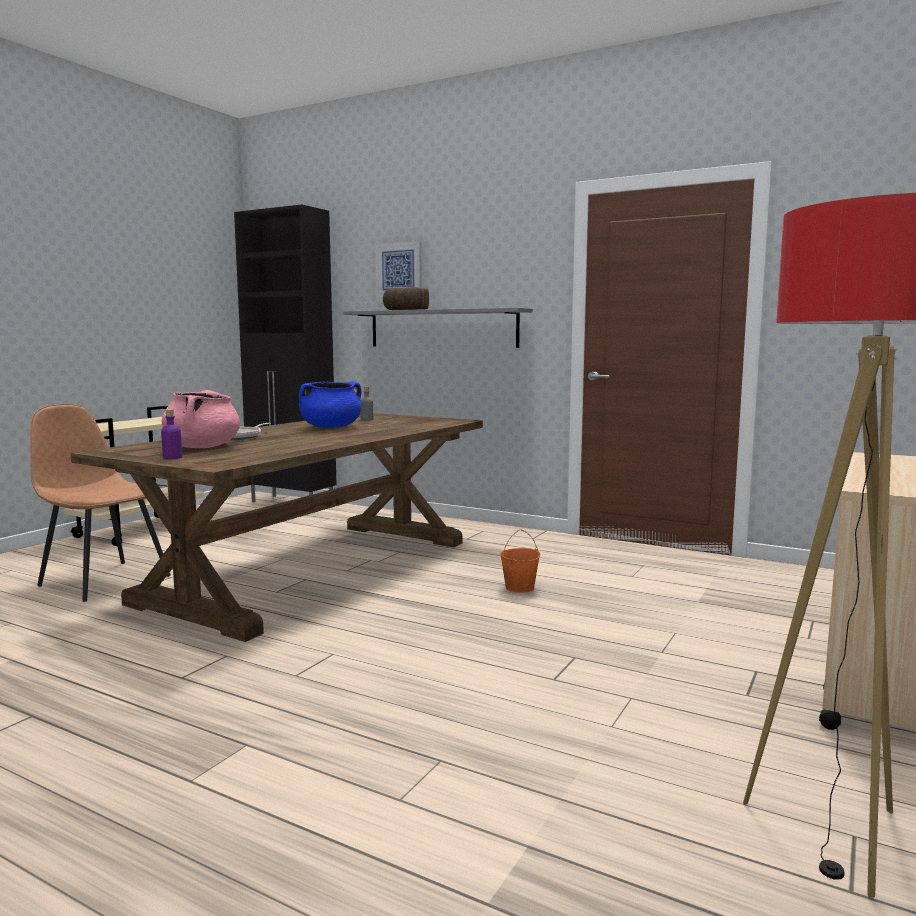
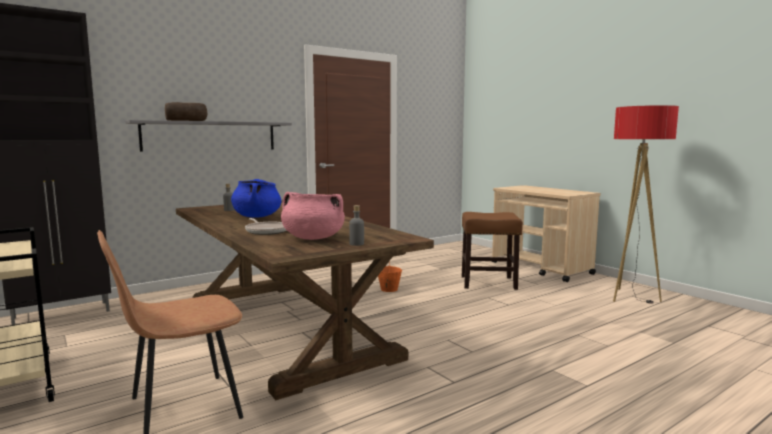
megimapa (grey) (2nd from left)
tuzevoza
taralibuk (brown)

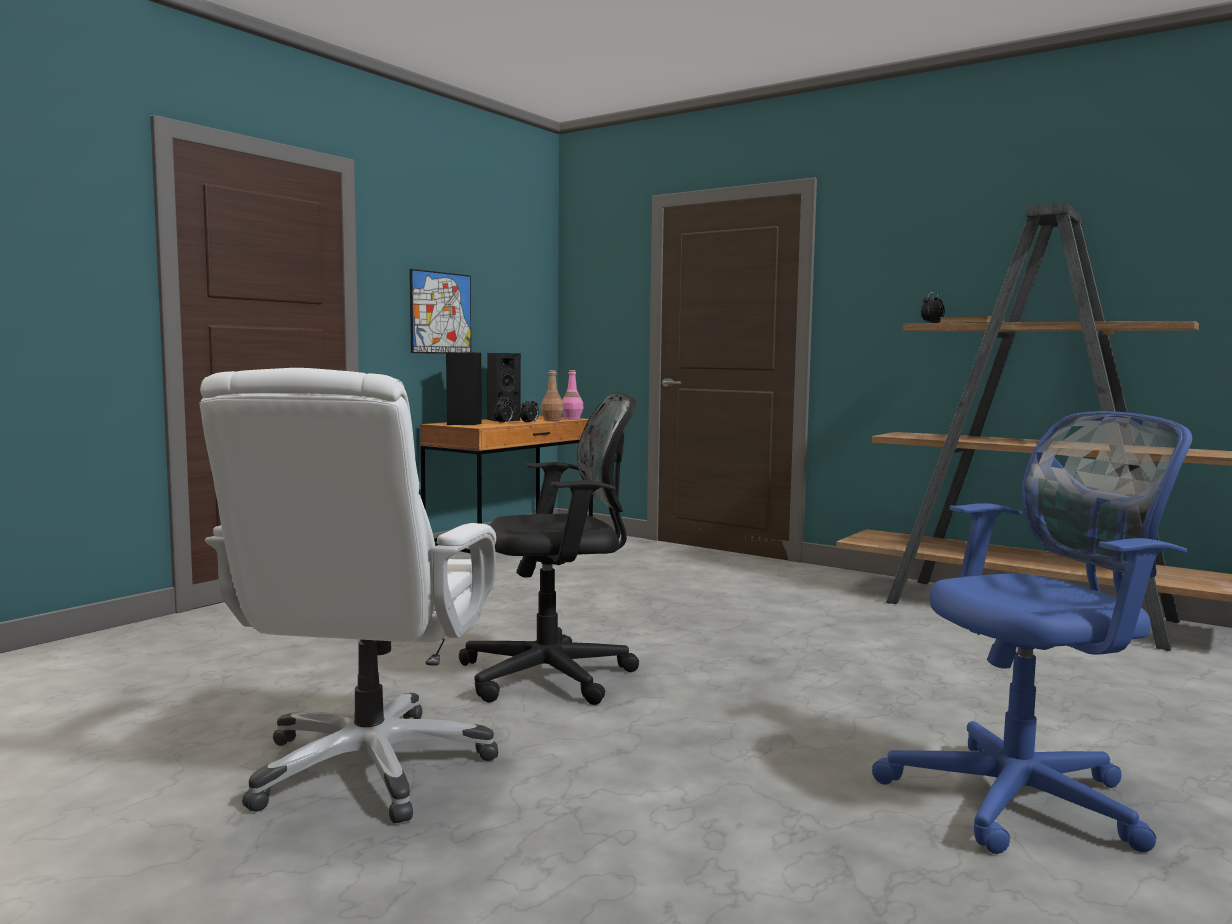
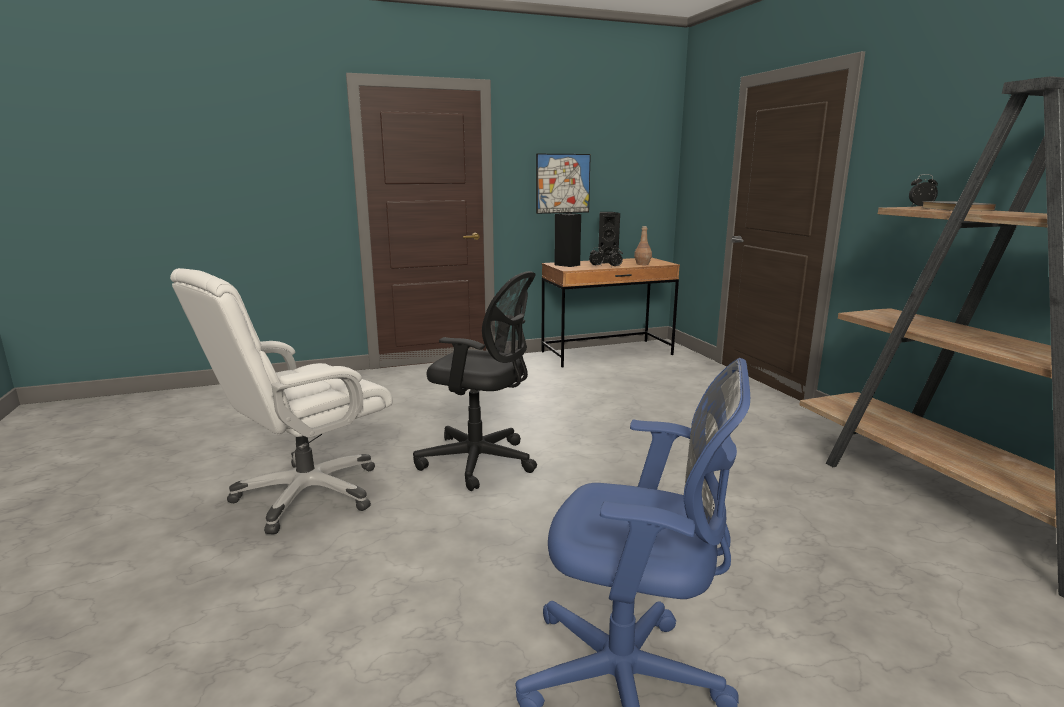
megimapa (pink)

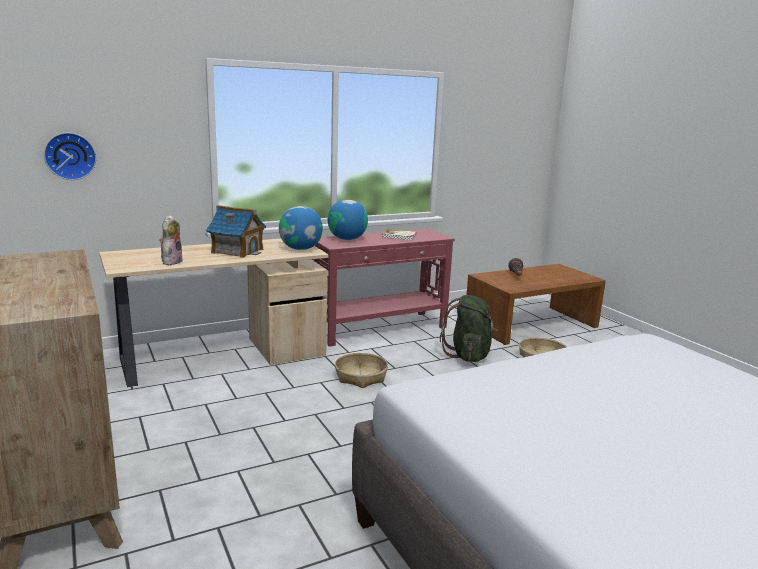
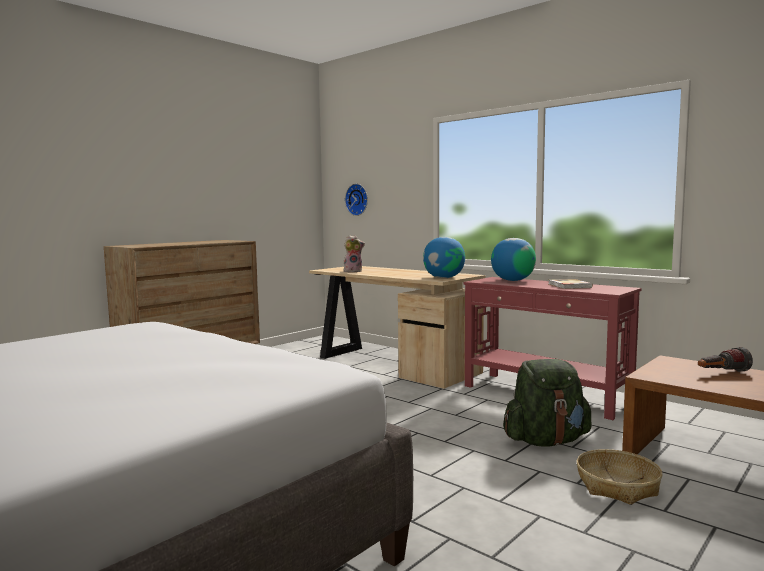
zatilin
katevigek (1st from left in the first image)

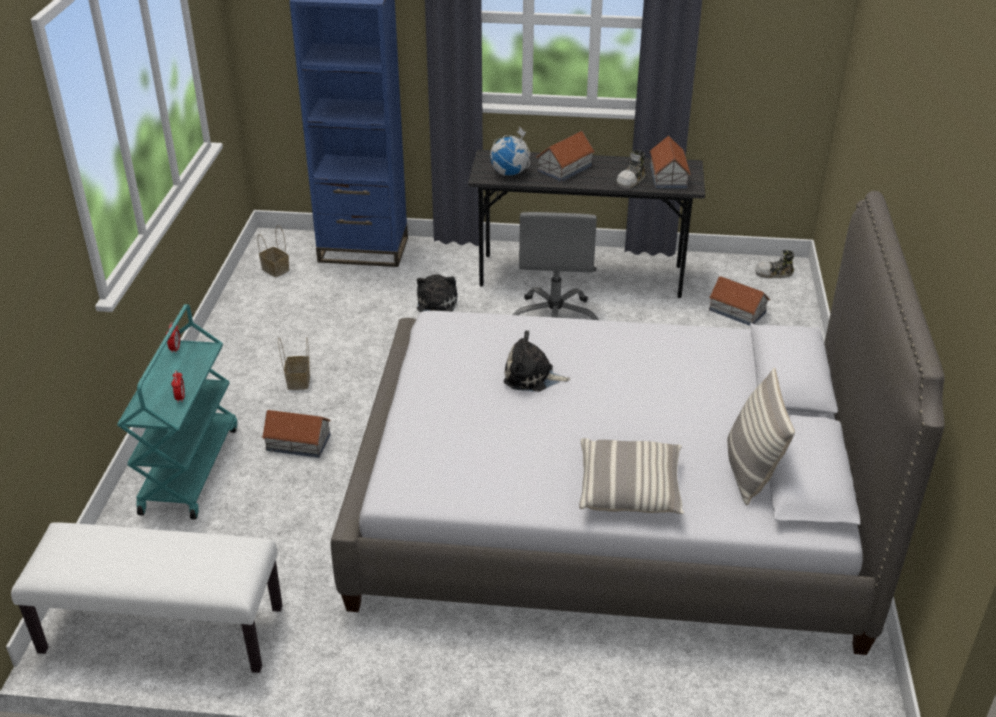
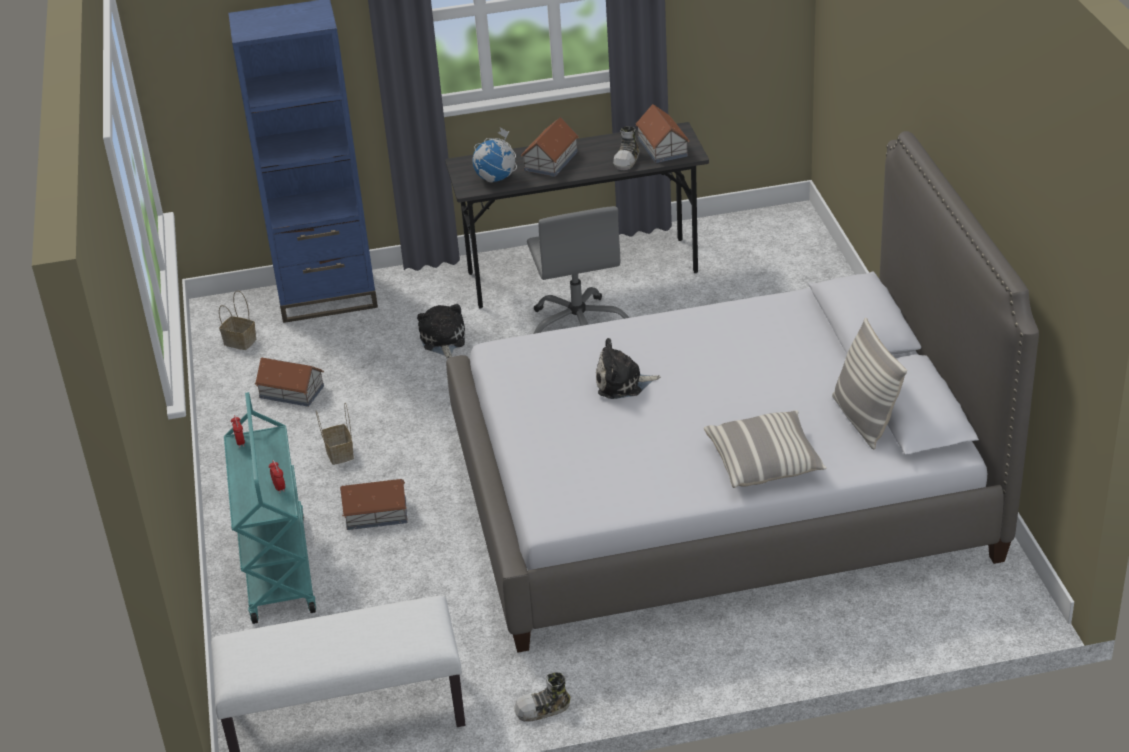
zatilin (1st from left)
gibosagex (1st from left)

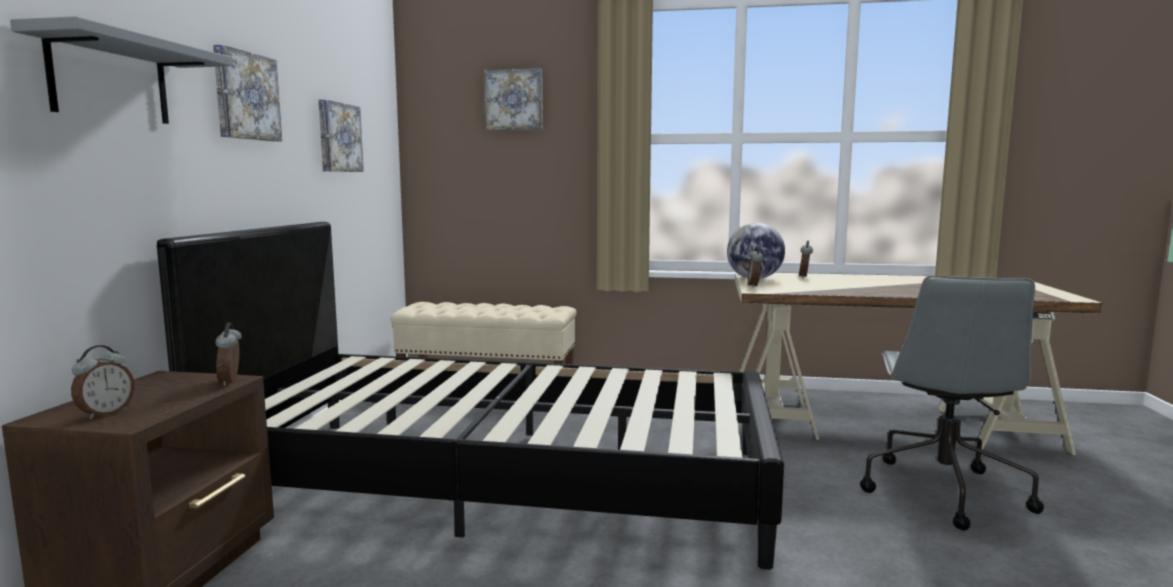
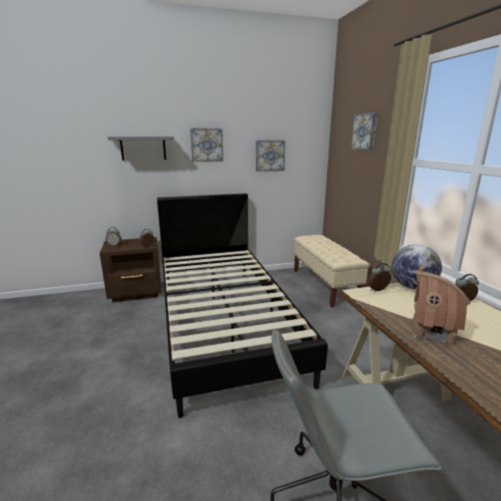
zatilin

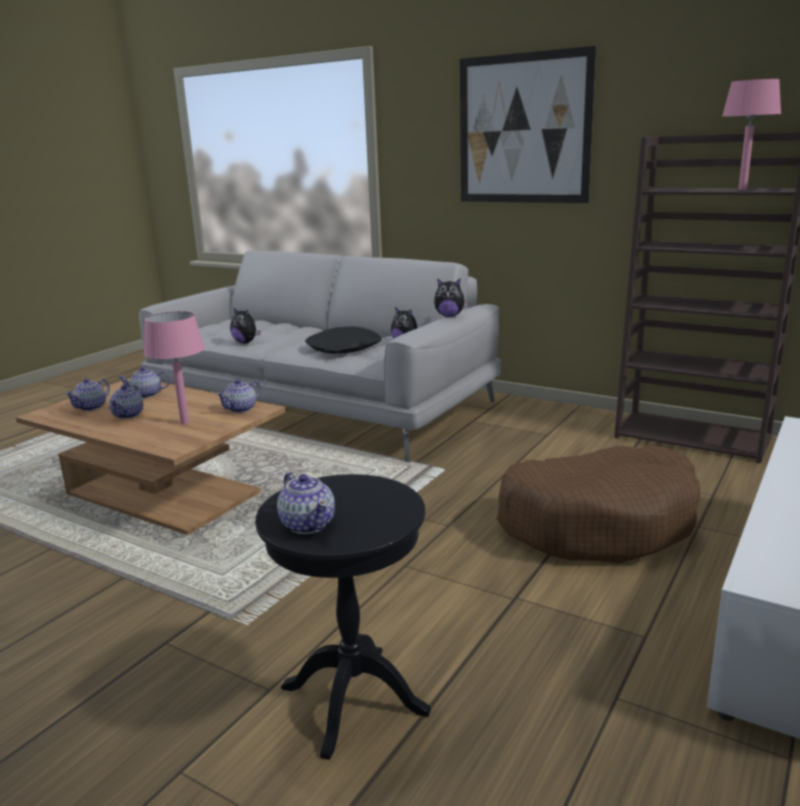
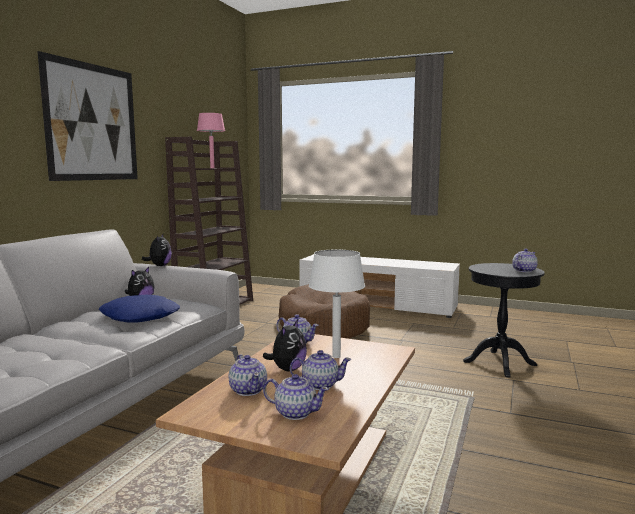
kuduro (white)
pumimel (3rd from left)
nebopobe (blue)

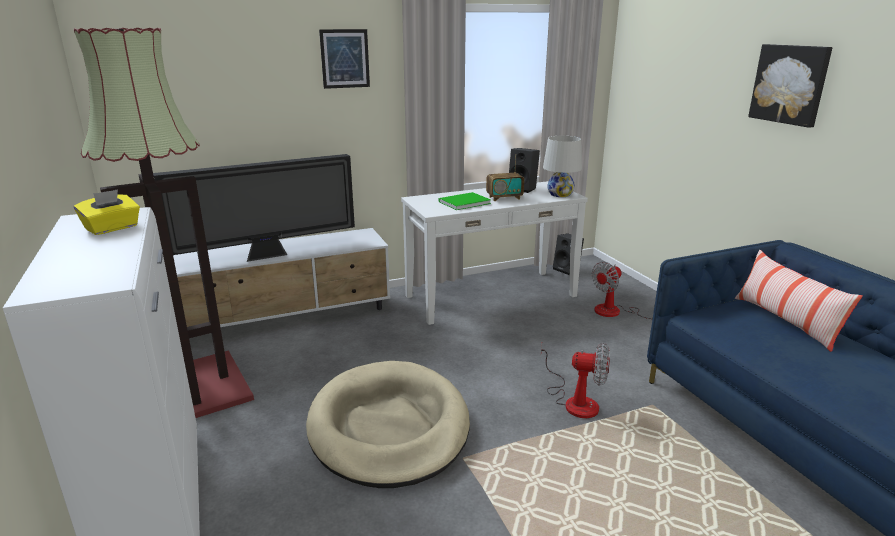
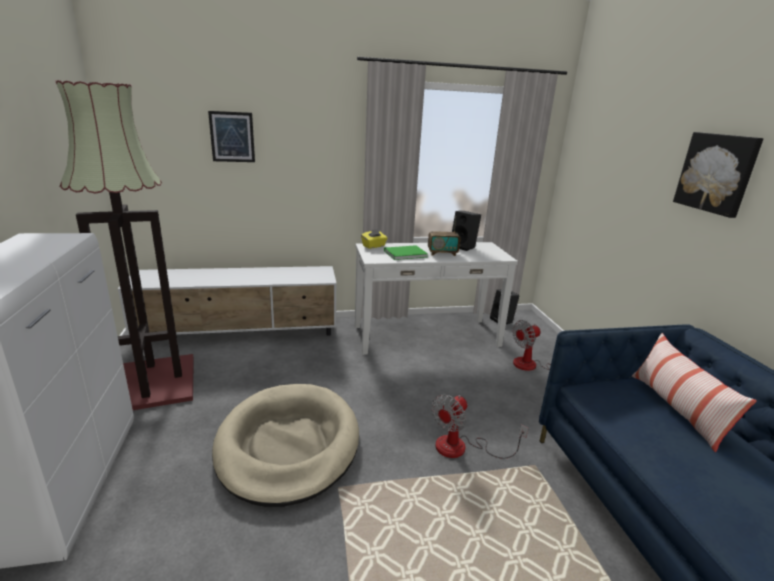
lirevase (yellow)
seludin
tuzevoza (1st from left)
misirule (1st from left)
kuduro (white)

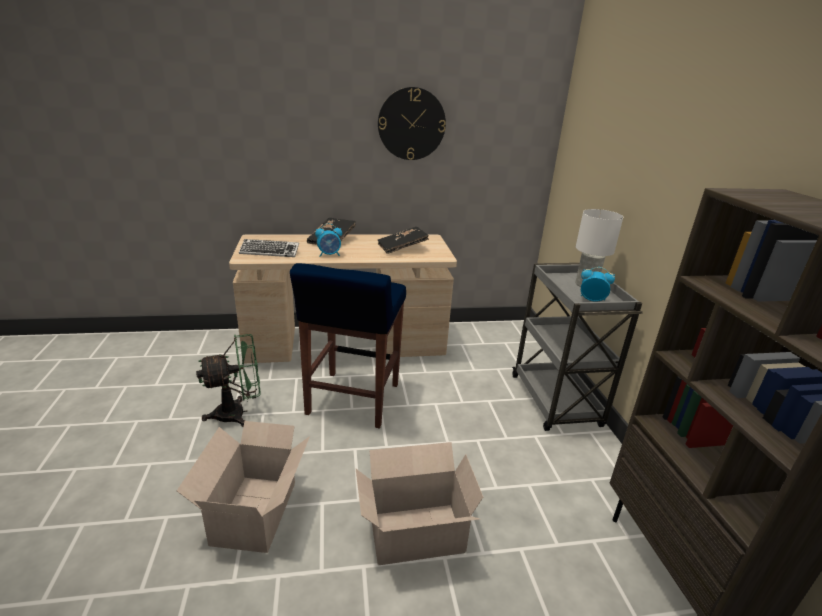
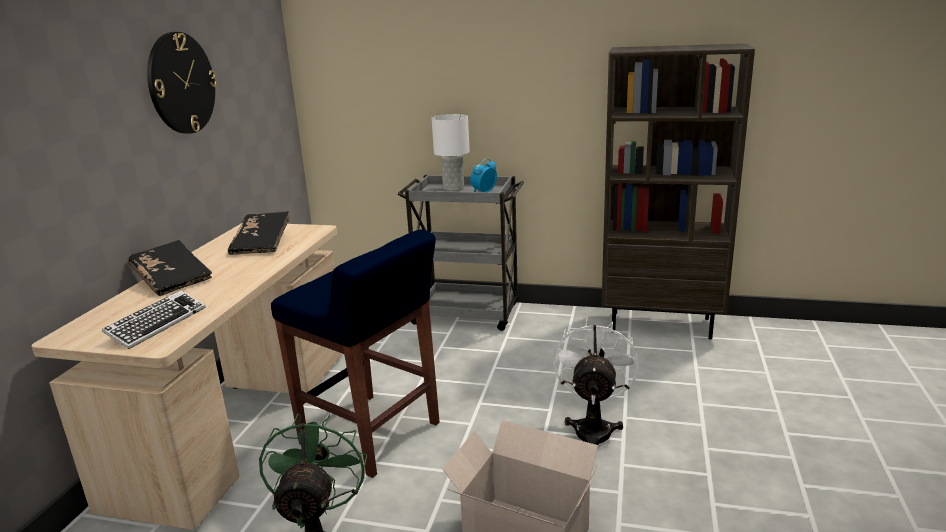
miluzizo (1st from left in the first image)
misirule (white)

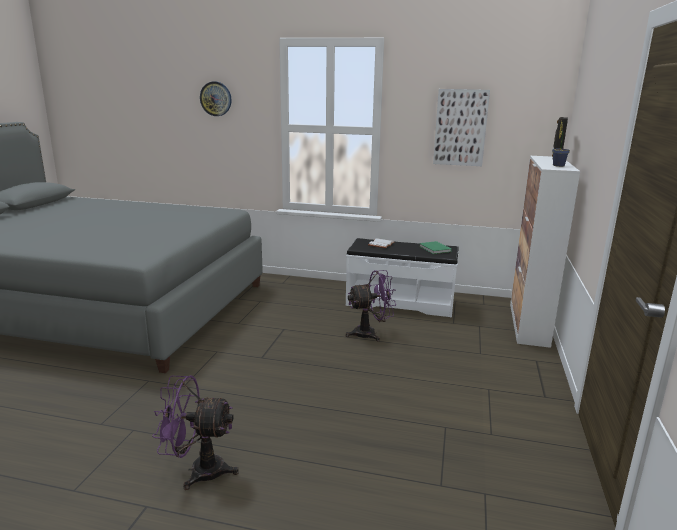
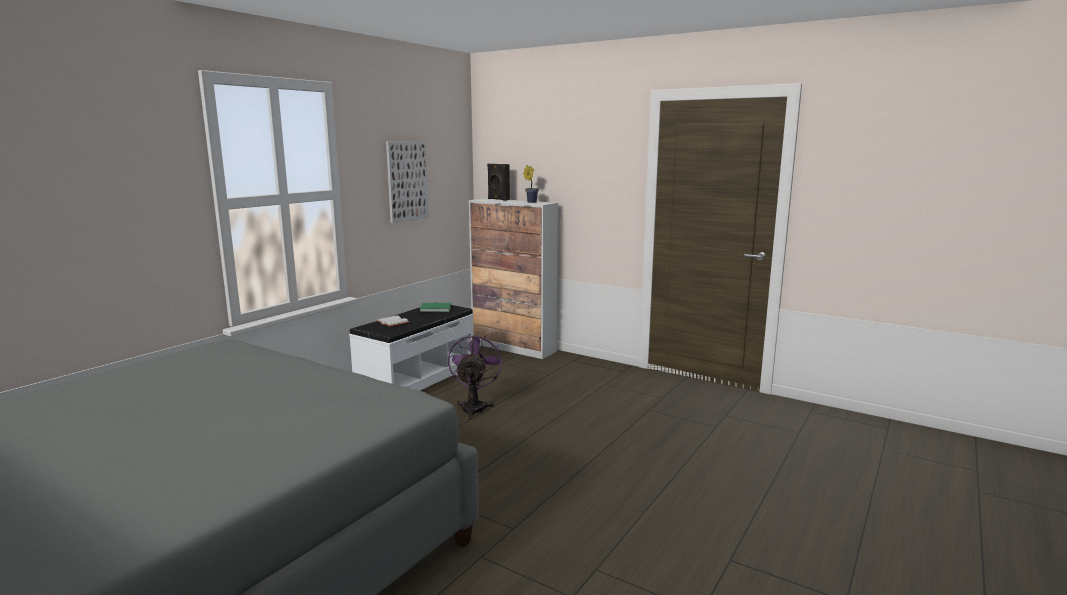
misirule (purple) (1st from left in the first image)
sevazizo

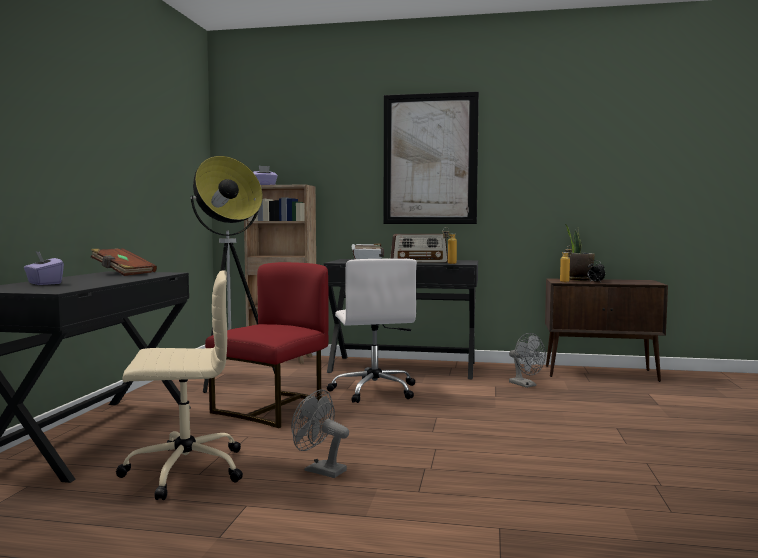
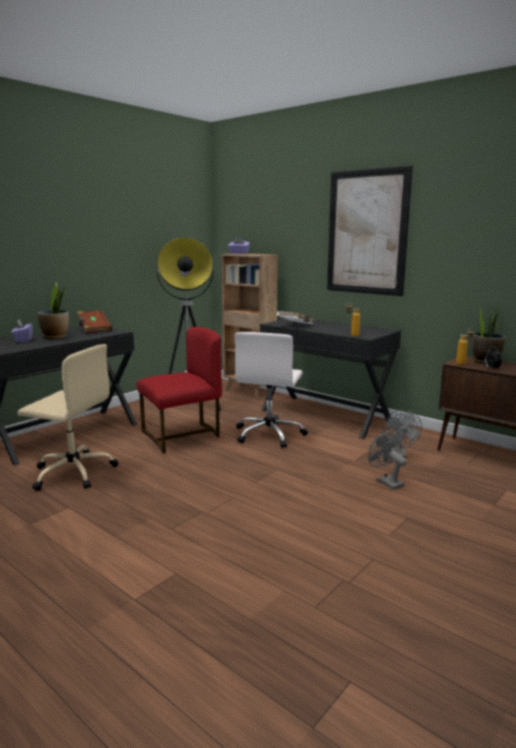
misirule (grey) (1st from left)
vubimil
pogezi (1st from left)

